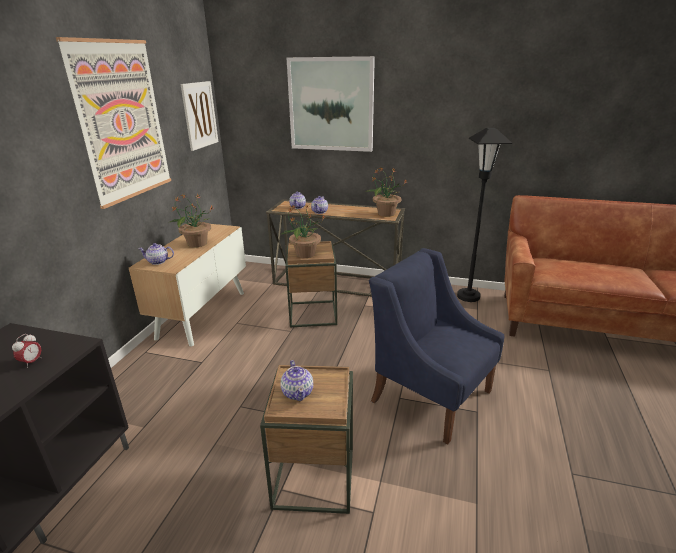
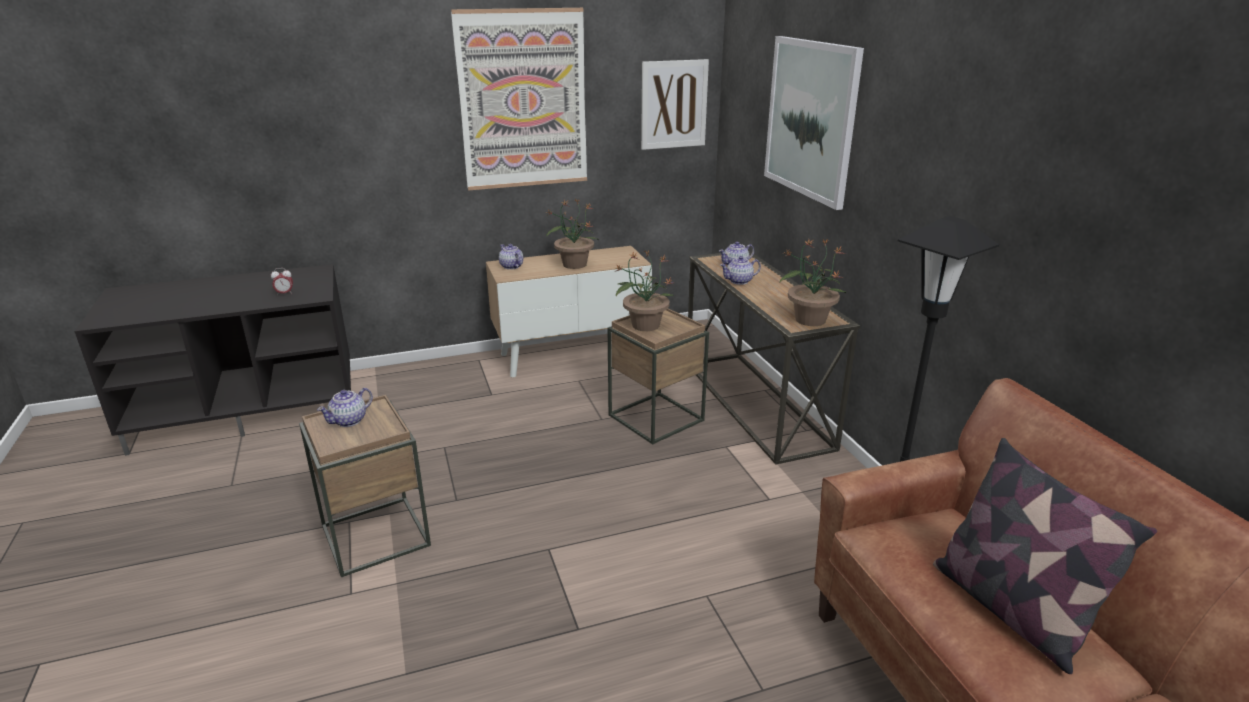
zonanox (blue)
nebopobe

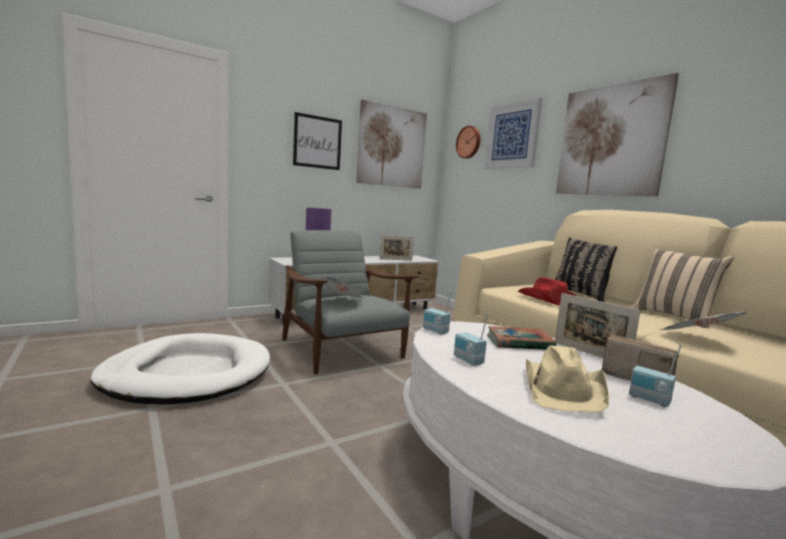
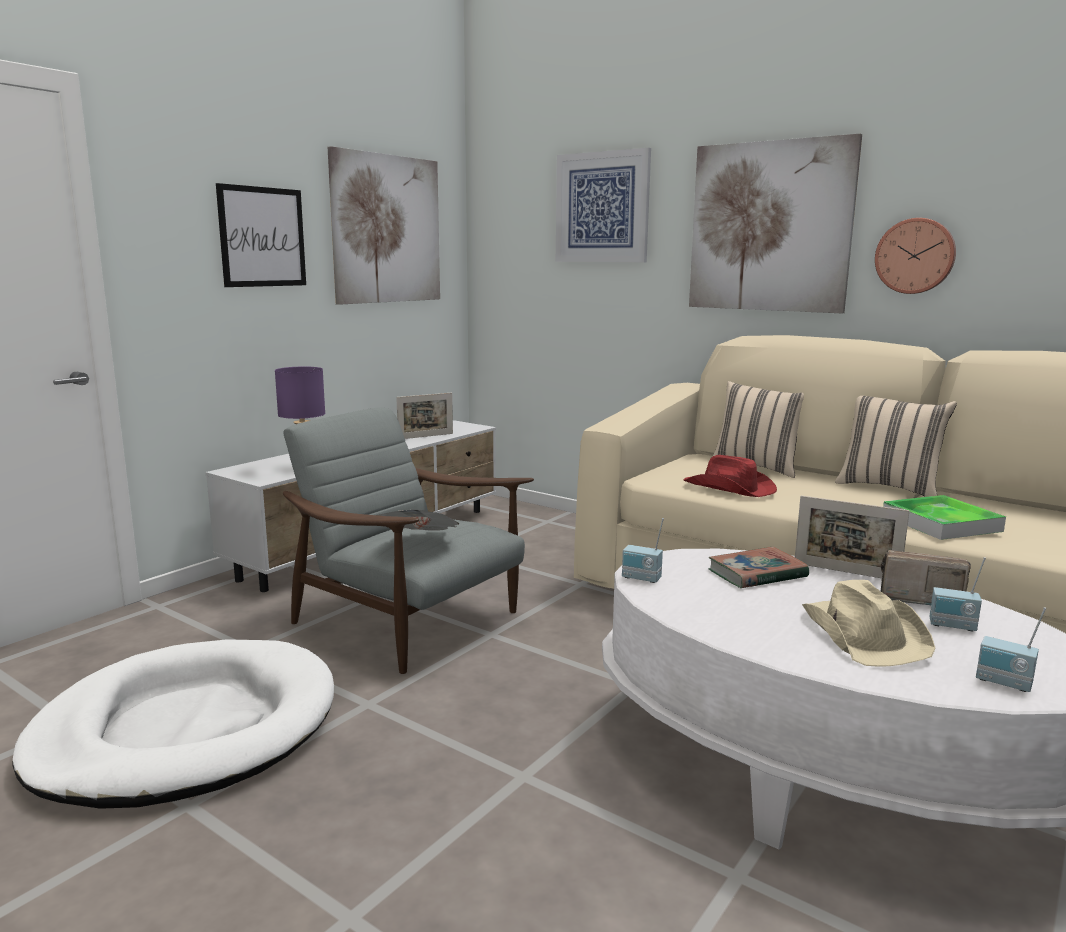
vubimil (4th from left)
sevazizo
nebopobe (beige) (1st from left)
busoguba

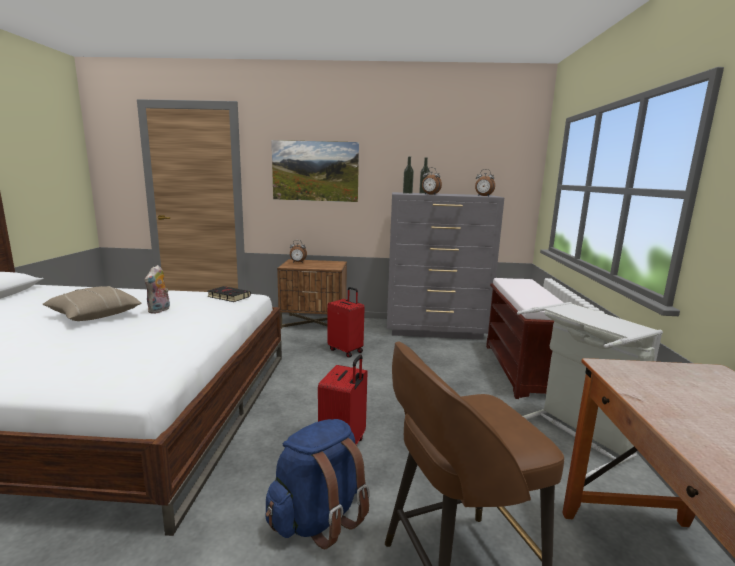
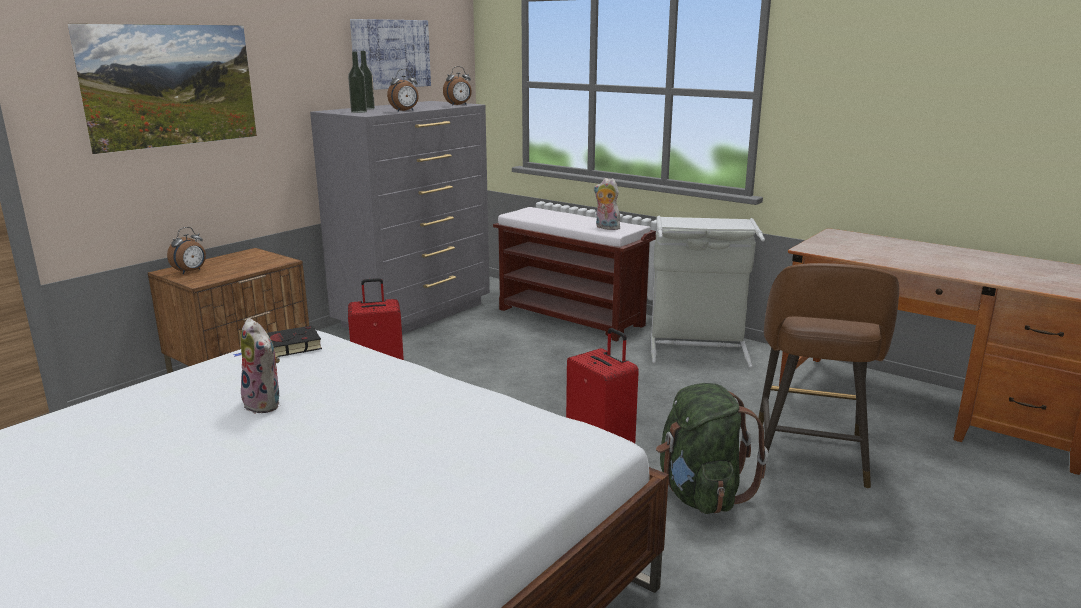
nebopobe (beige)
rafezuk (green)
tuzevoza (2nd from left)
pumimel (2nd from left)

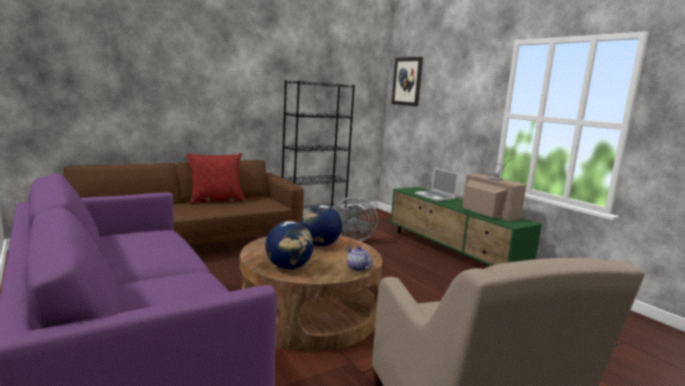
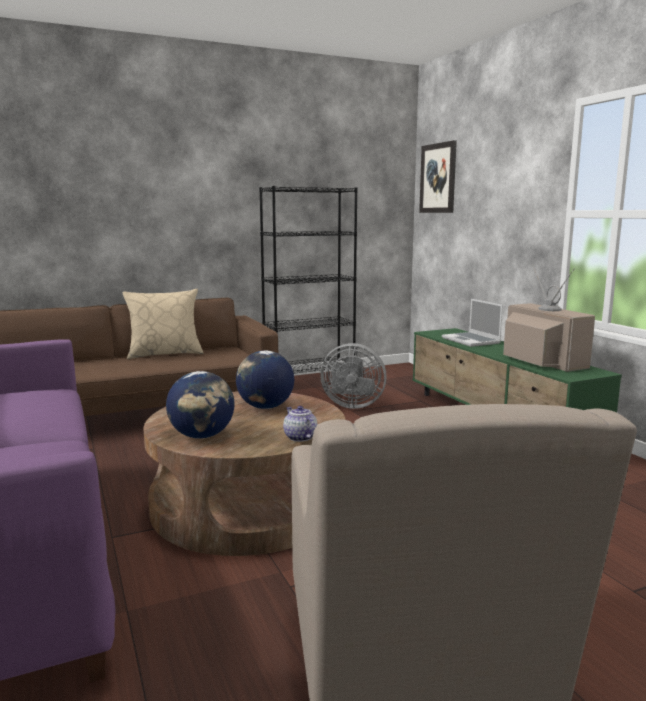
nebopobe (beige)

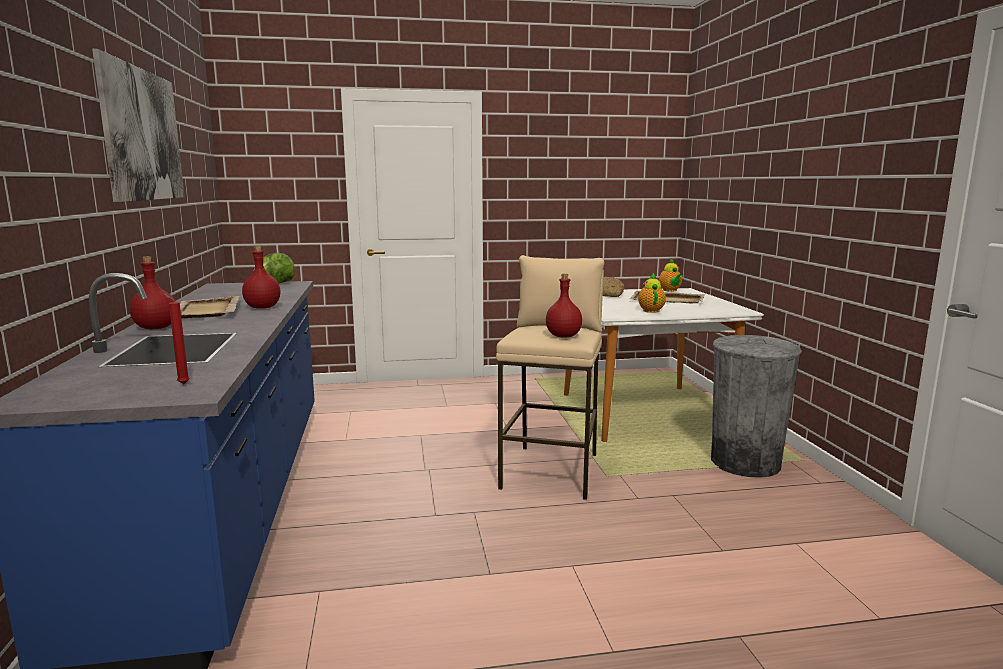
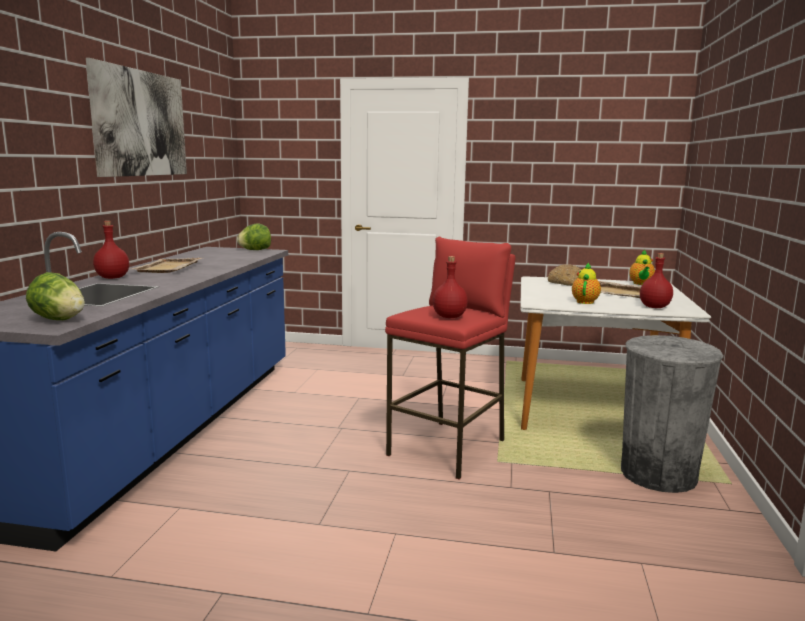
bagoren (1st from left)
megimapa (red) (3rd from left)
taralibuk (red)

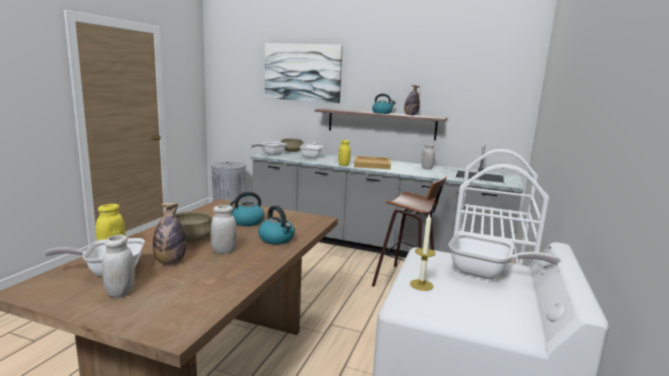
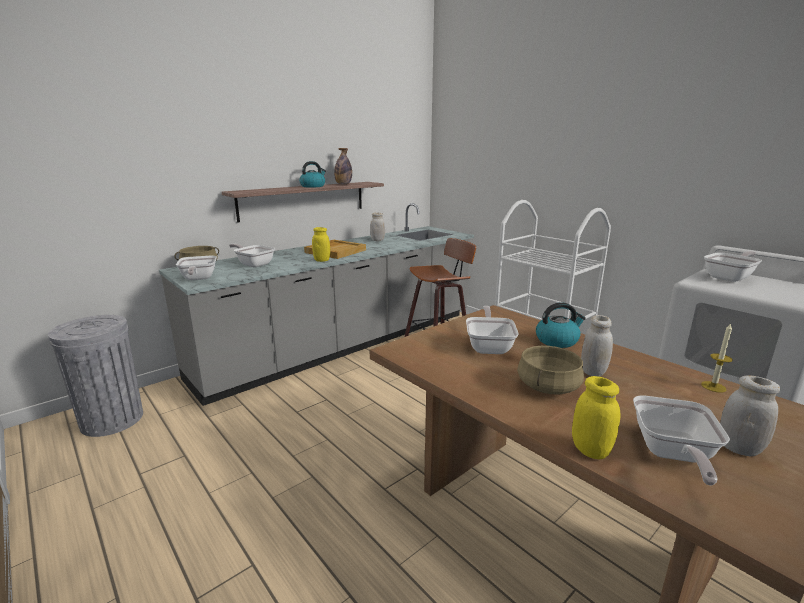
megimapa (1st from left in the first image)
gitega (3rd from left)
tuzevoza
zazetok

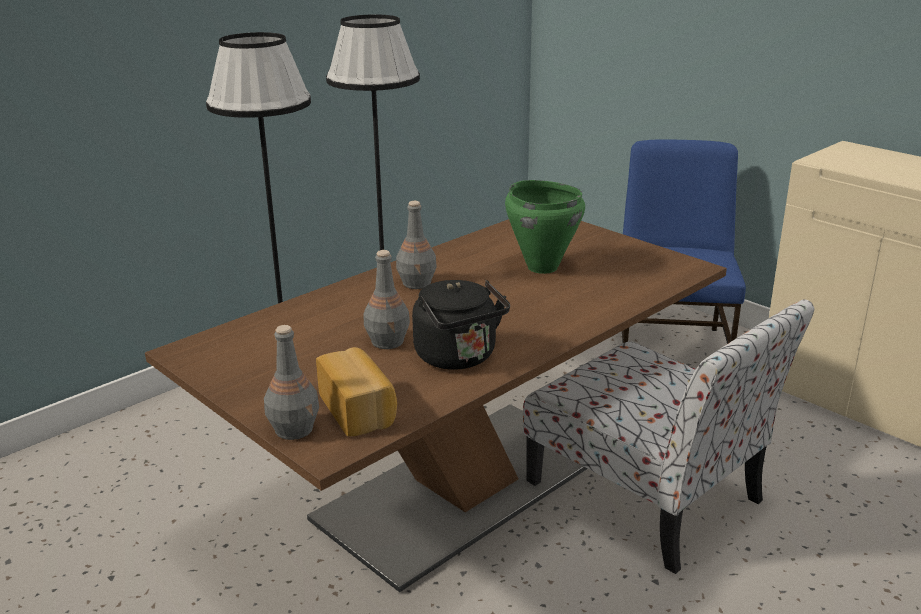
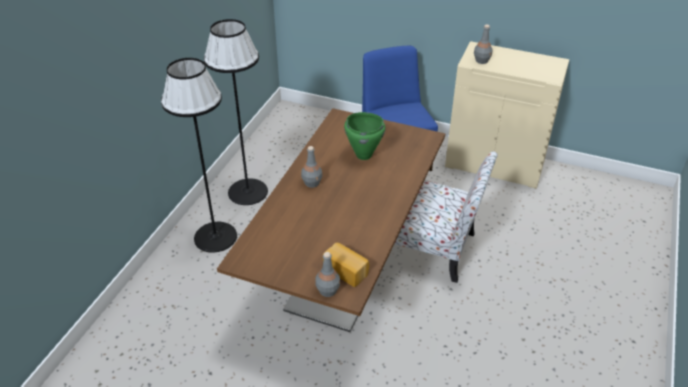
megimapa (grey) (3rd from left)
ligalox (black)

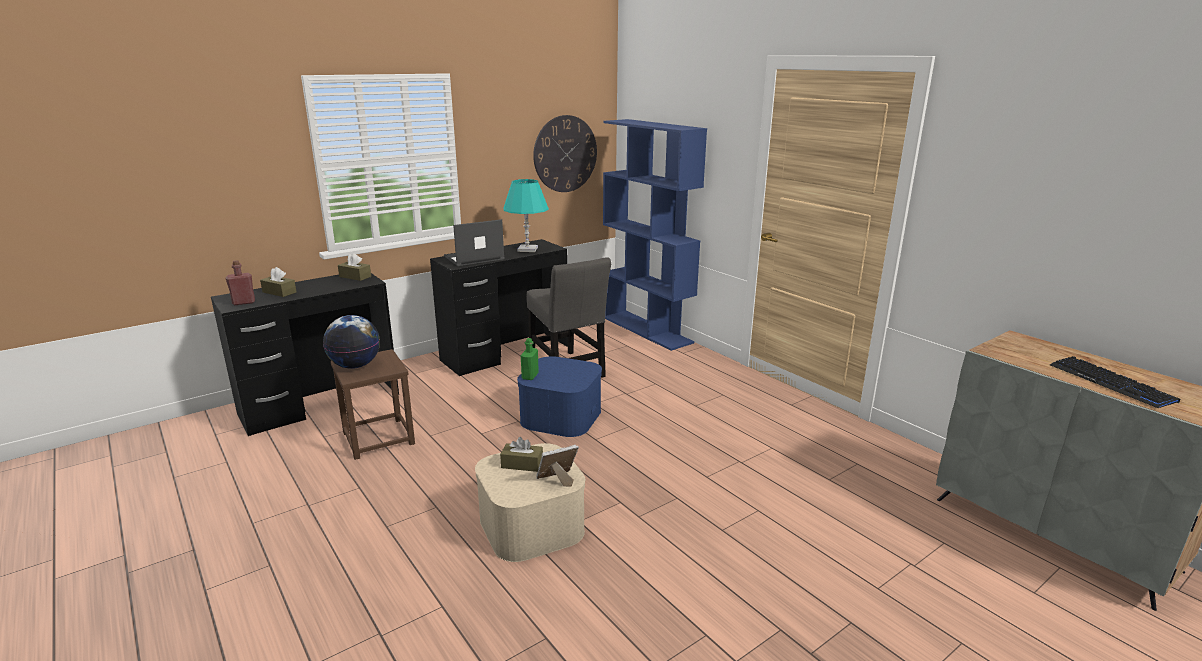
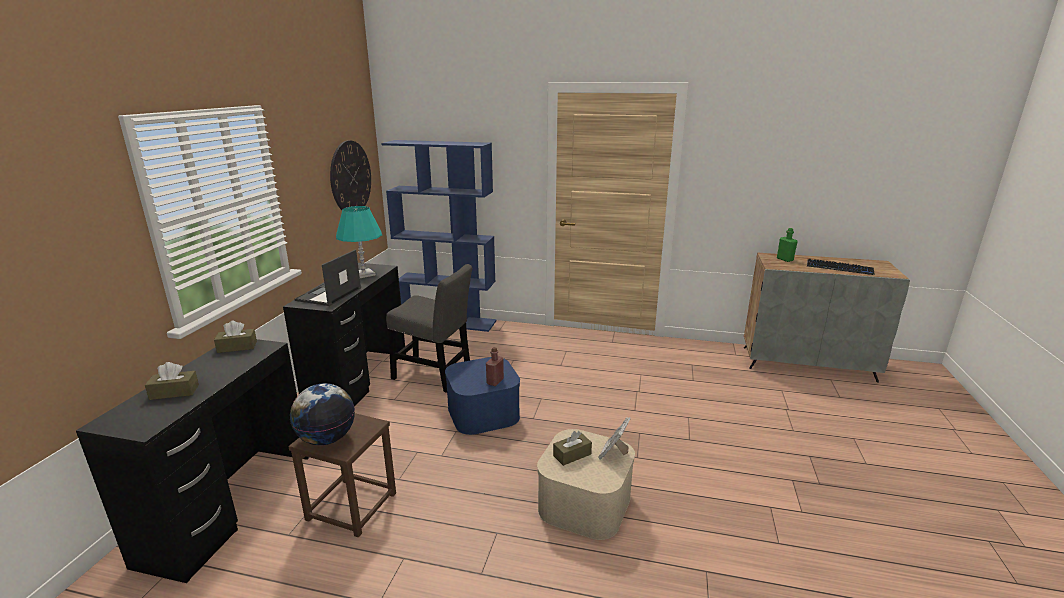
megimapa (red)
megimapa (green)

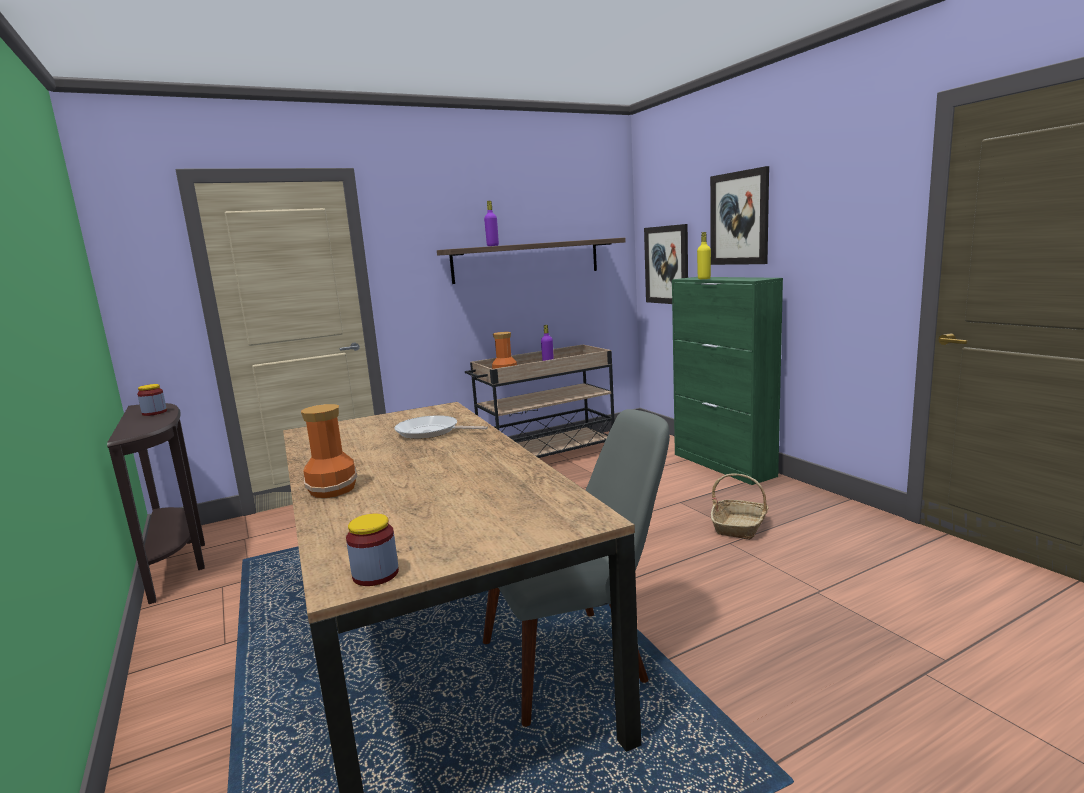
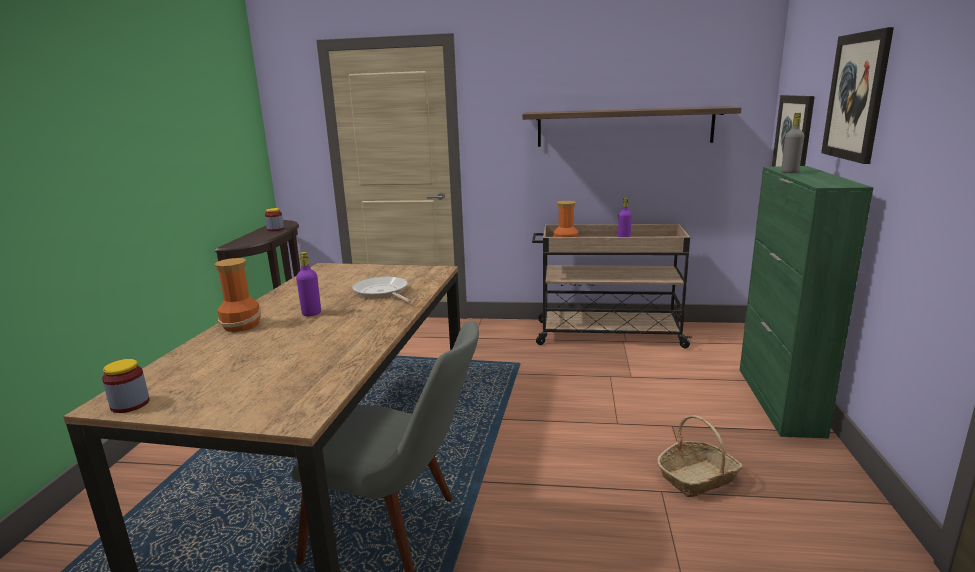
megimapa (purple) (1st from left)
megimapa (grey)

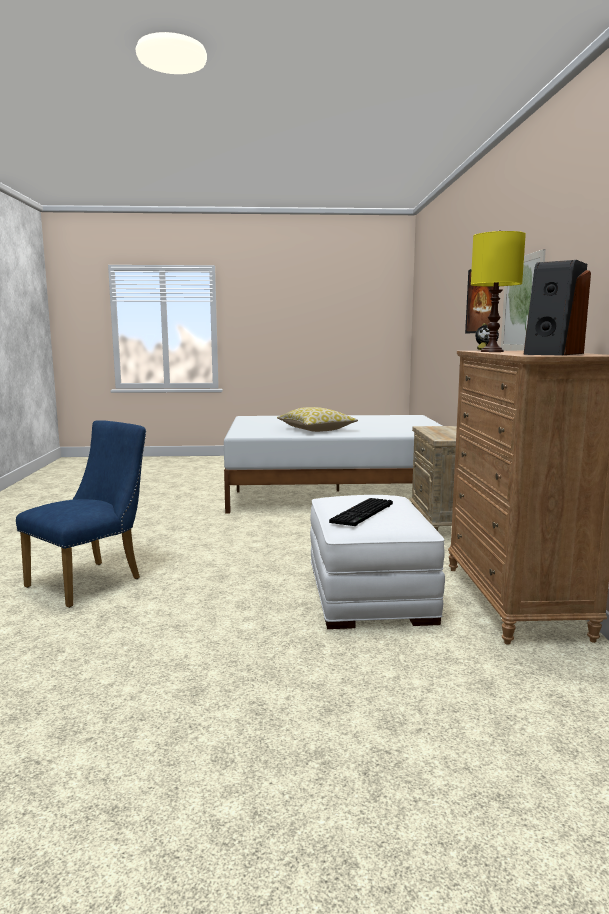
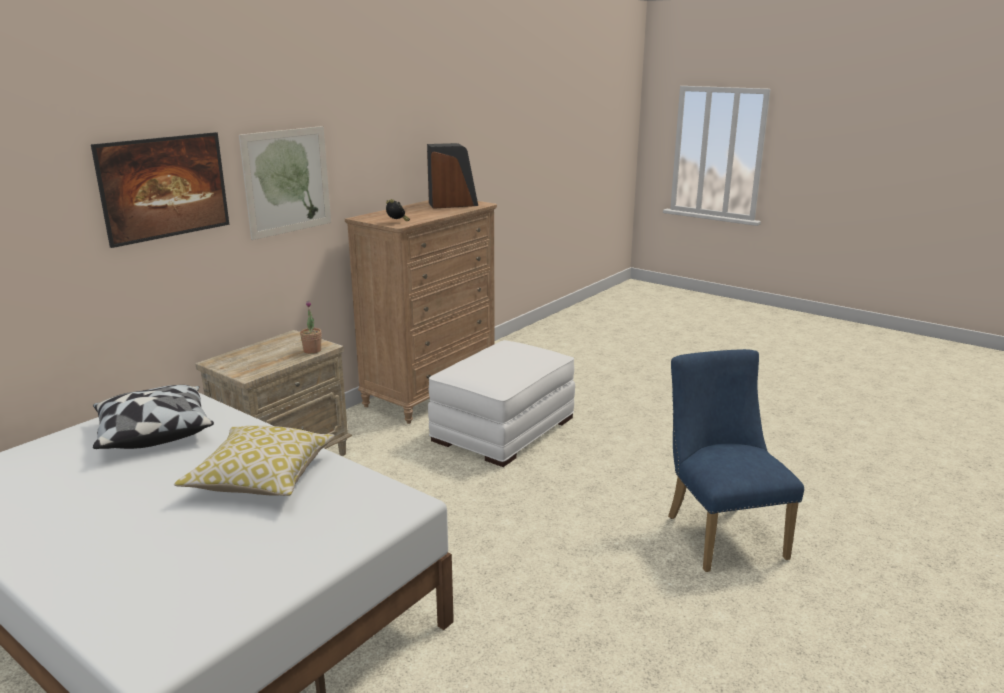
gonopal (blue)
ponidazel
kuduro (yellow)
nebopobe (1st from left)
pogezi

